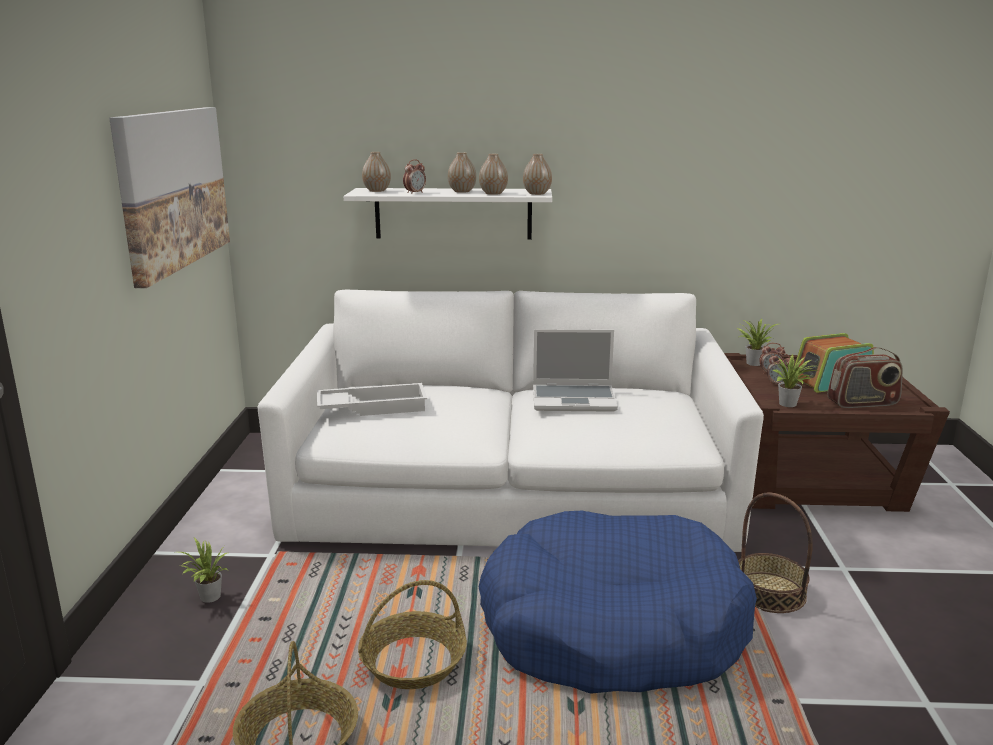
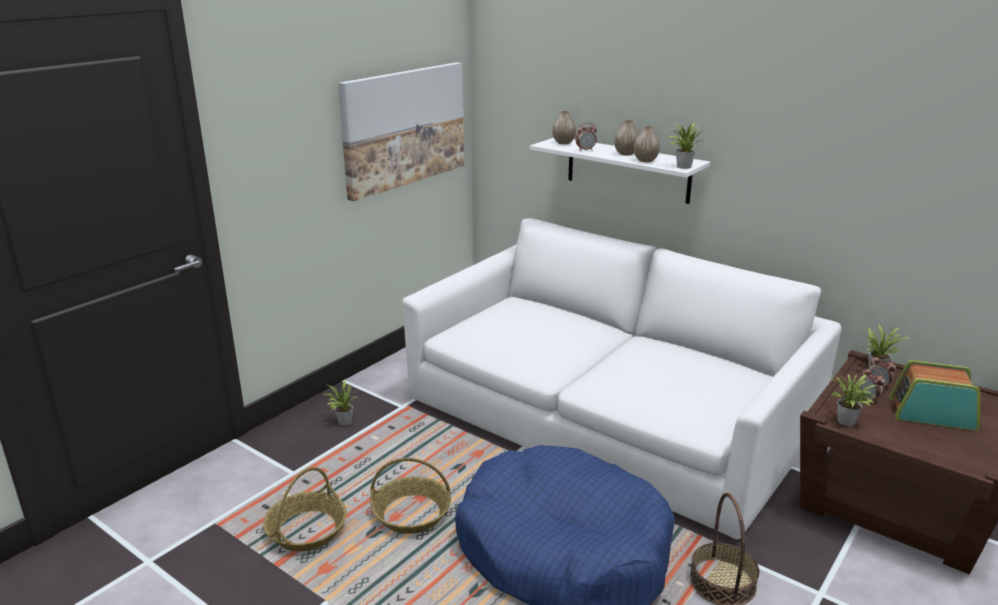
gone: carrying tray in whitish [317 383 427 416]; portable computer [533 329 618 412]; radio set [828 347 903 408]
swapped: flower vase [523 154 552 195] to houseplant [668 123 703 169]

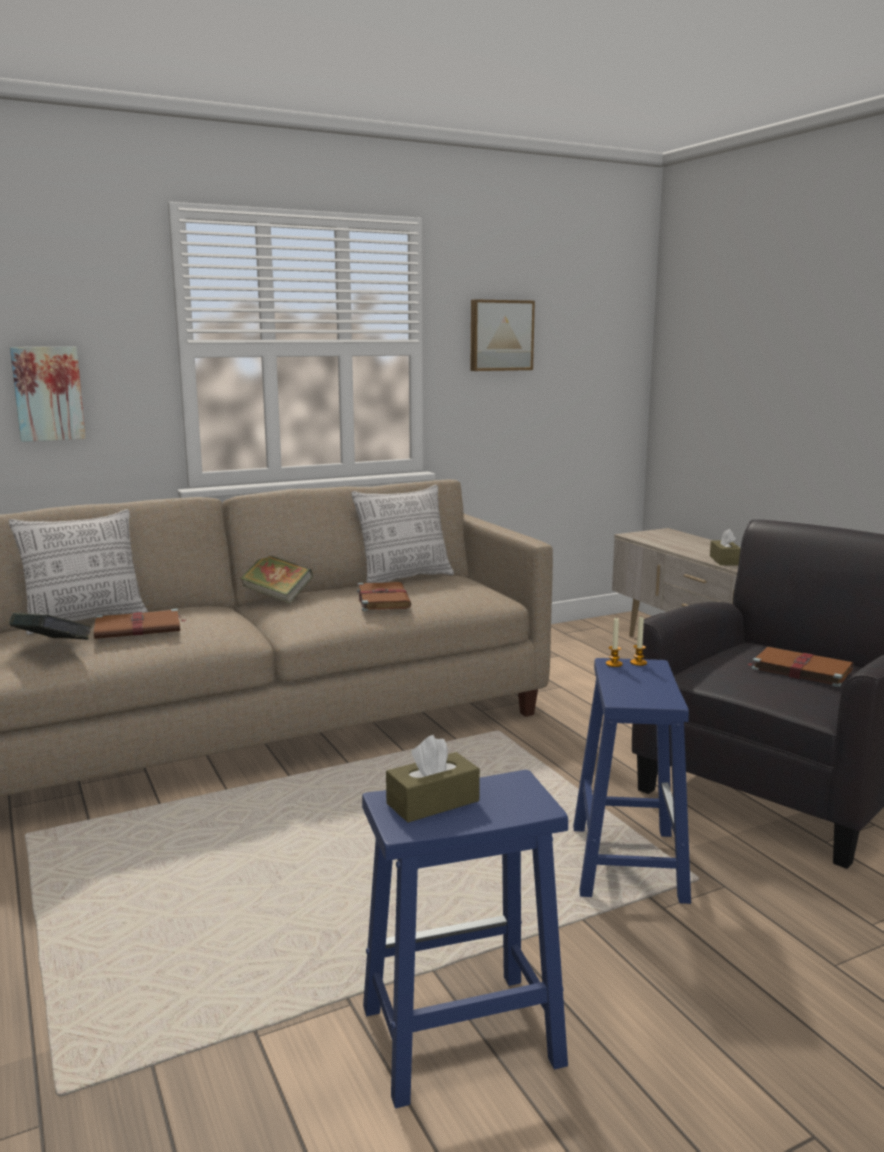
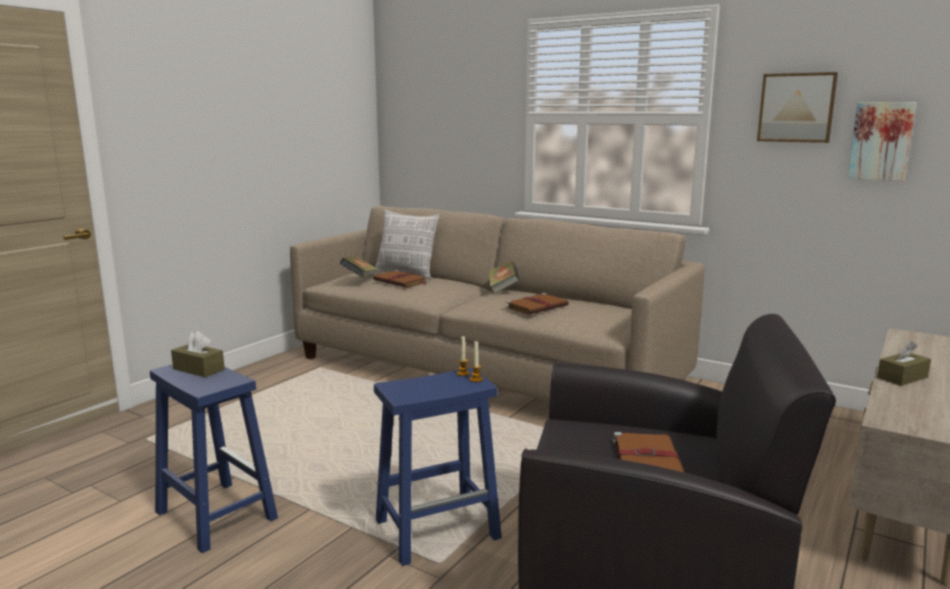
gone: throw pillow [351 485 454 583]
shifted: wall picture [10 347 86 442] to [847 102 916 181]

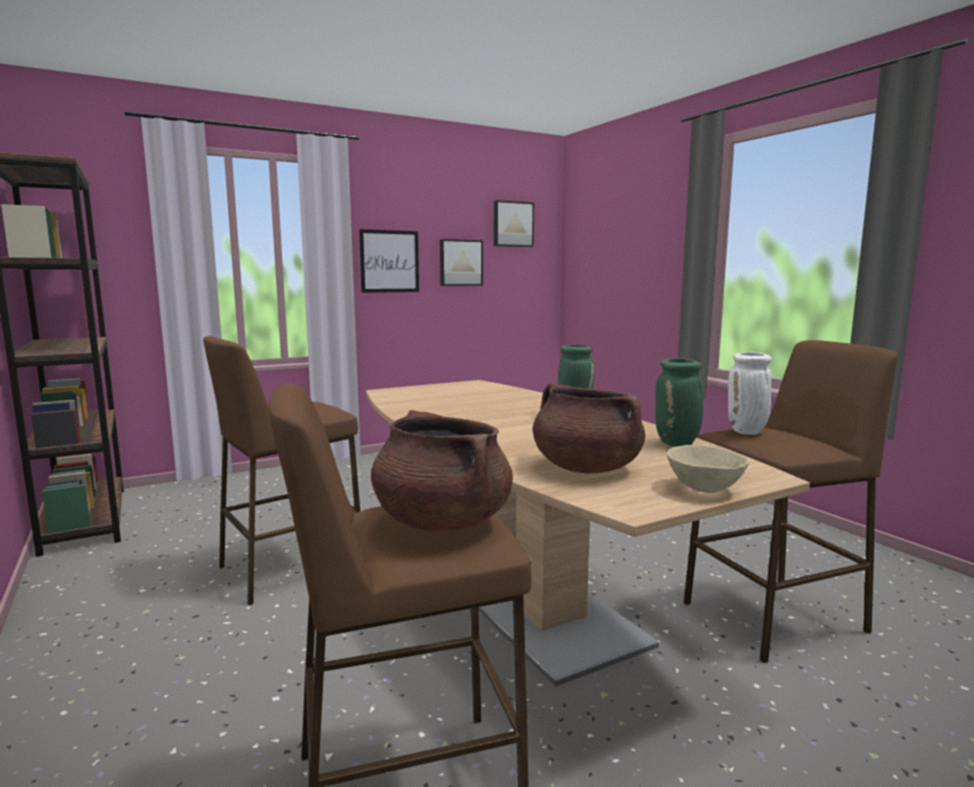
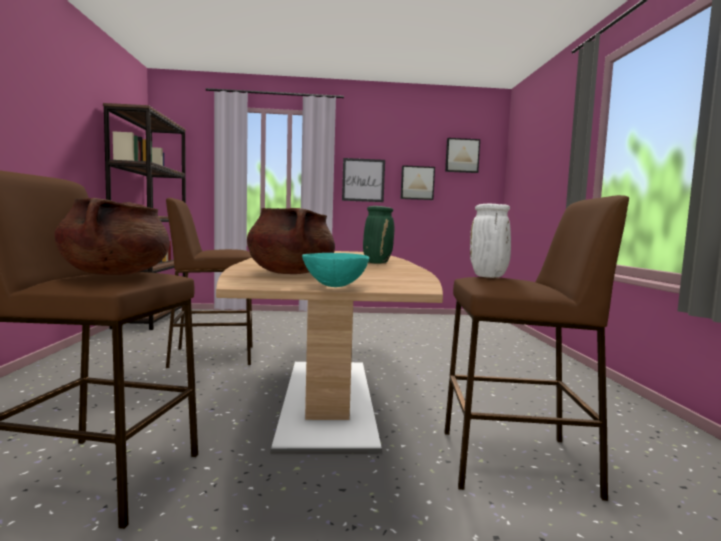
gone: flower vase in greenish [655 358 703 447]
repainted: serving bowl in beige-coloured [667 445 749 493] to serving bowl in turquoise-coloured [302 253 369 287]

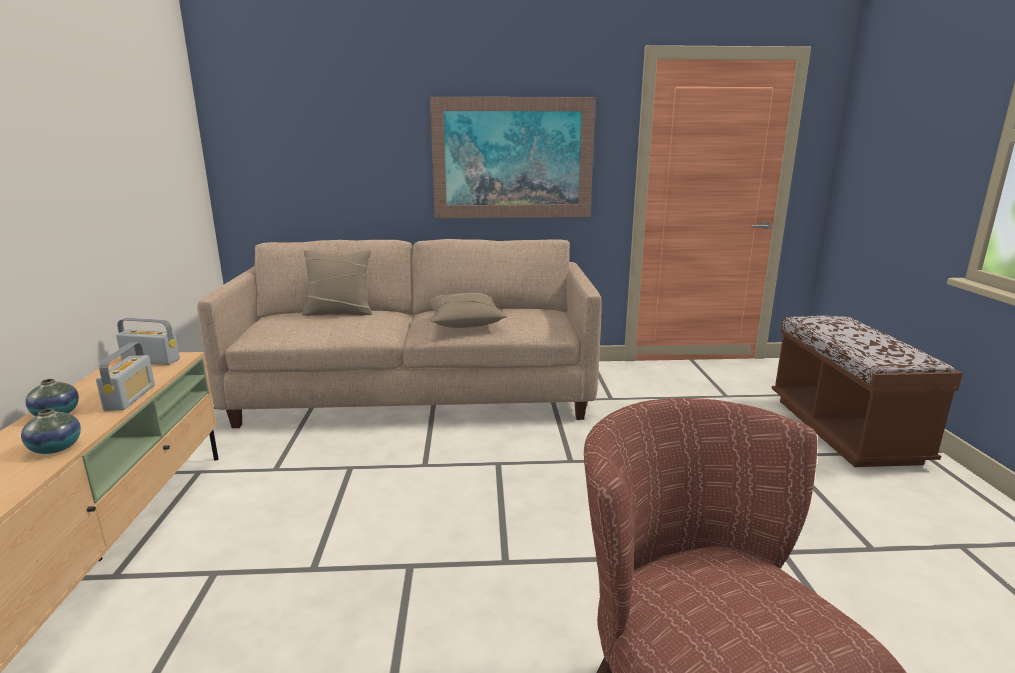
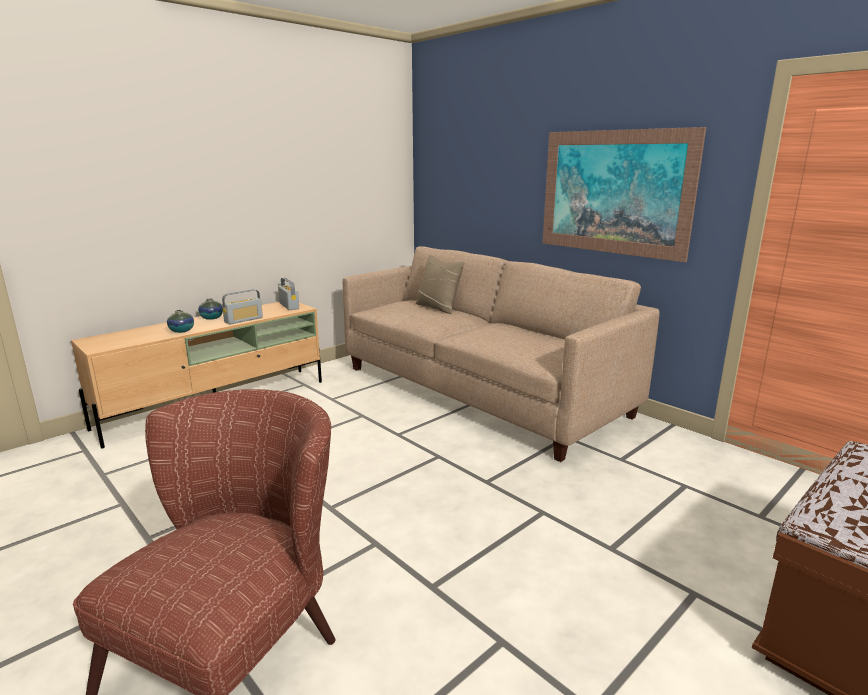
gone: throw pillow in beige-coloured [427 293 507 328]

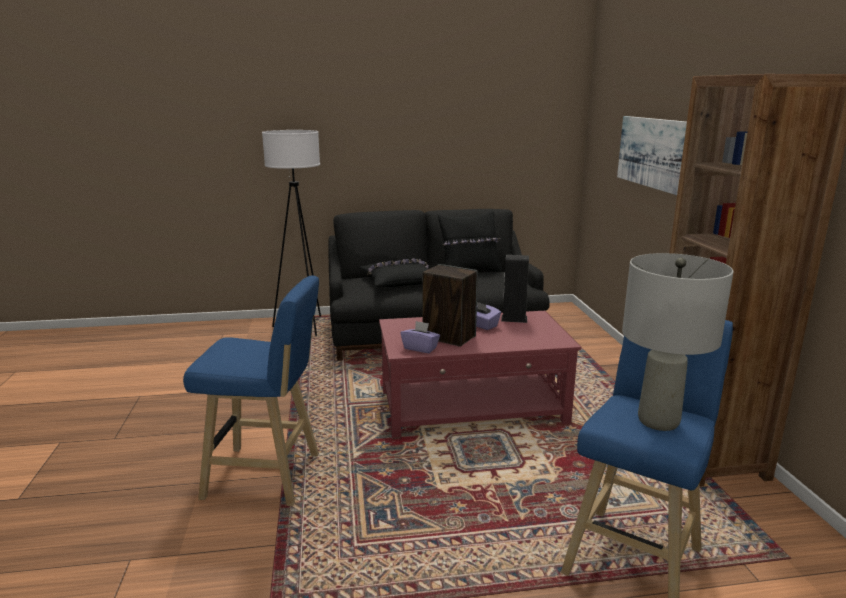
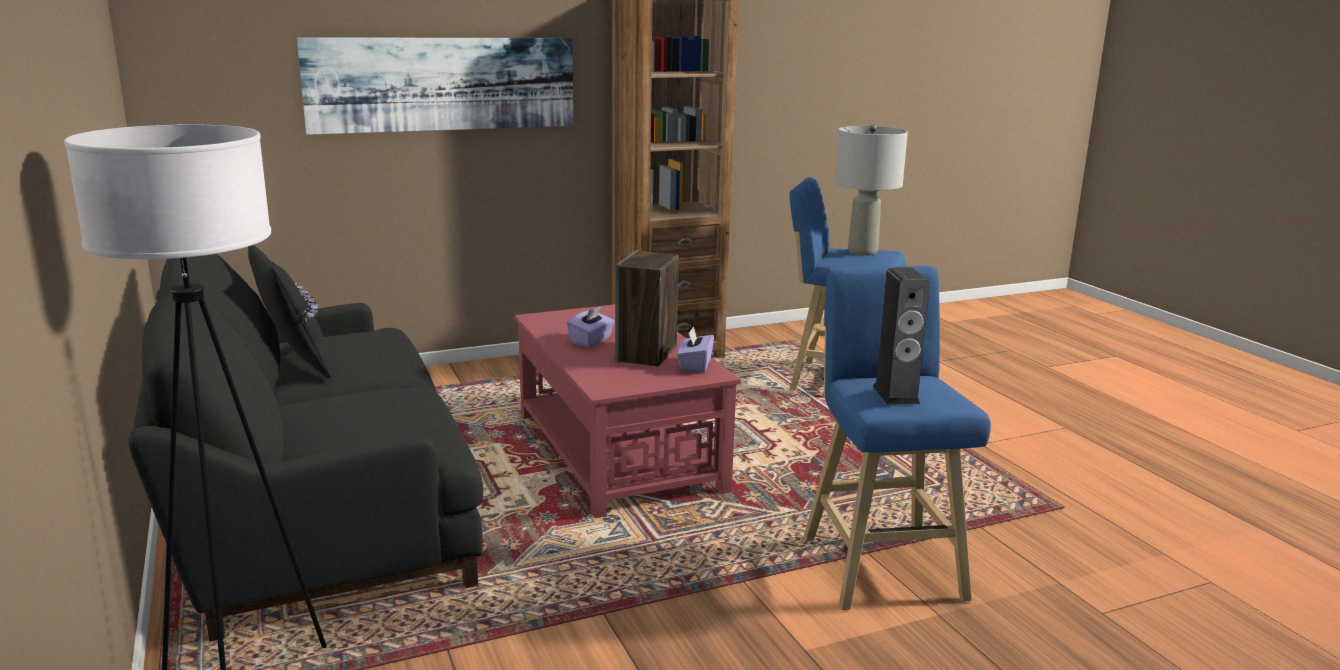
gone: throw pillow in black [360 259 429 287]
shifted: audio speaker [501 255 529 323] to [873 267 930 405]

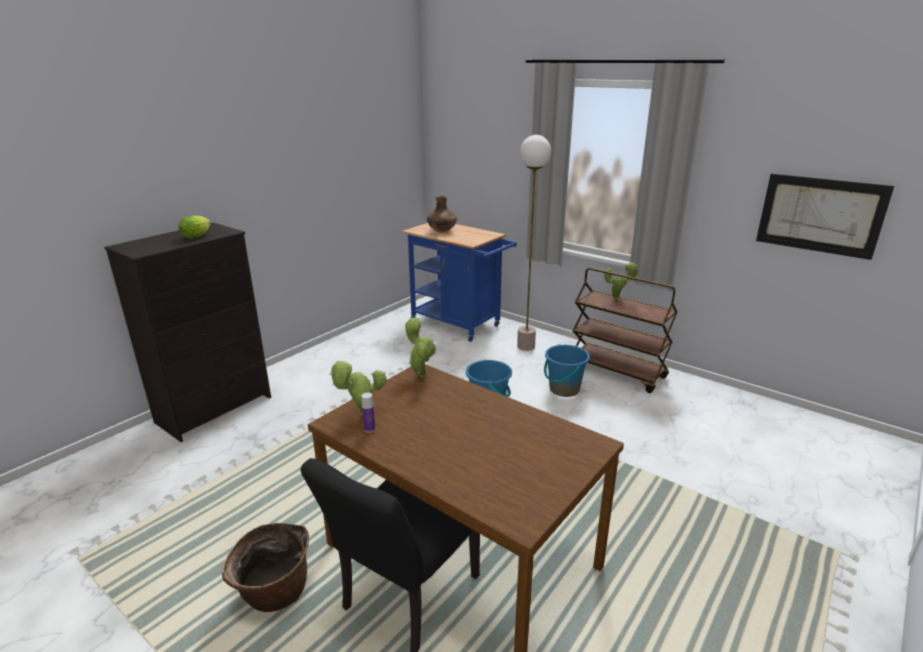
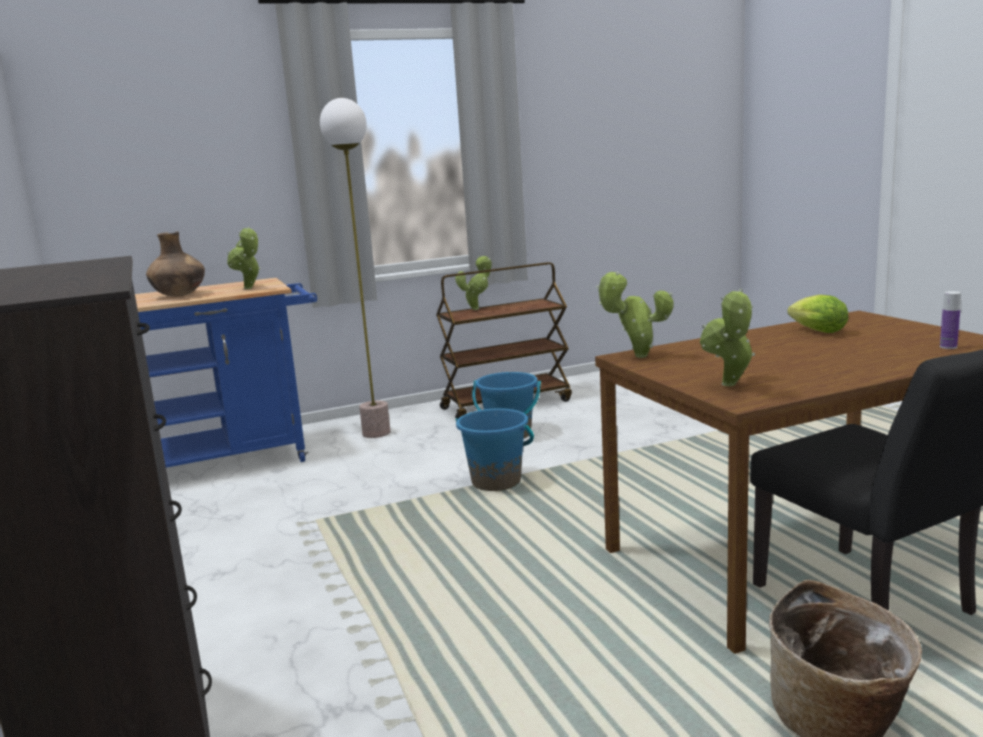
gone: wall picture [756 174 894 260]
new: houseplant [227 227 261 289]
shifted: lettuce [178 215 211 239] to [787 295 848 333]; drink bottle [361 393 375 433] to [940 291 961 349]

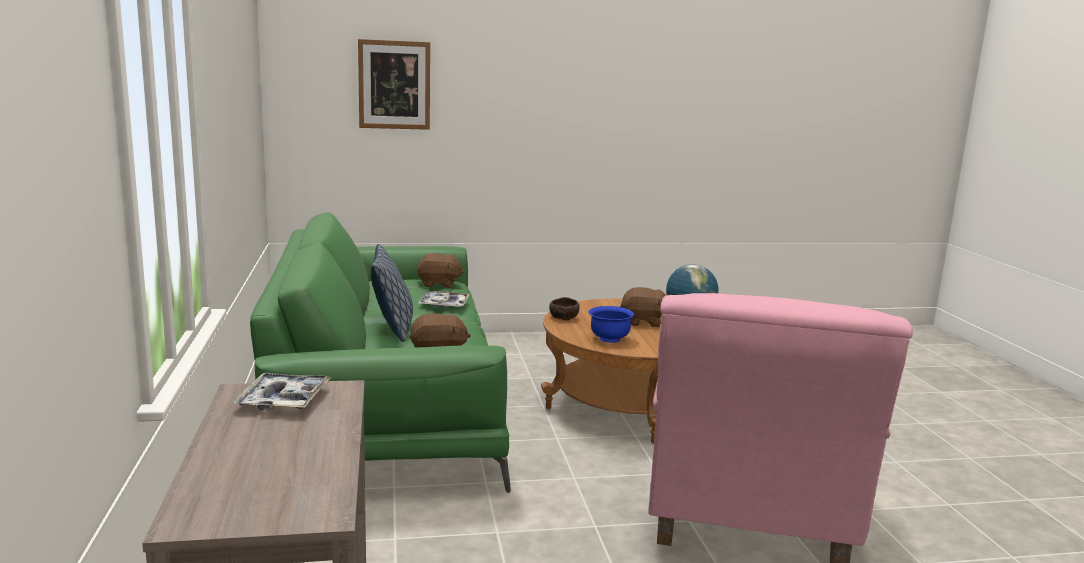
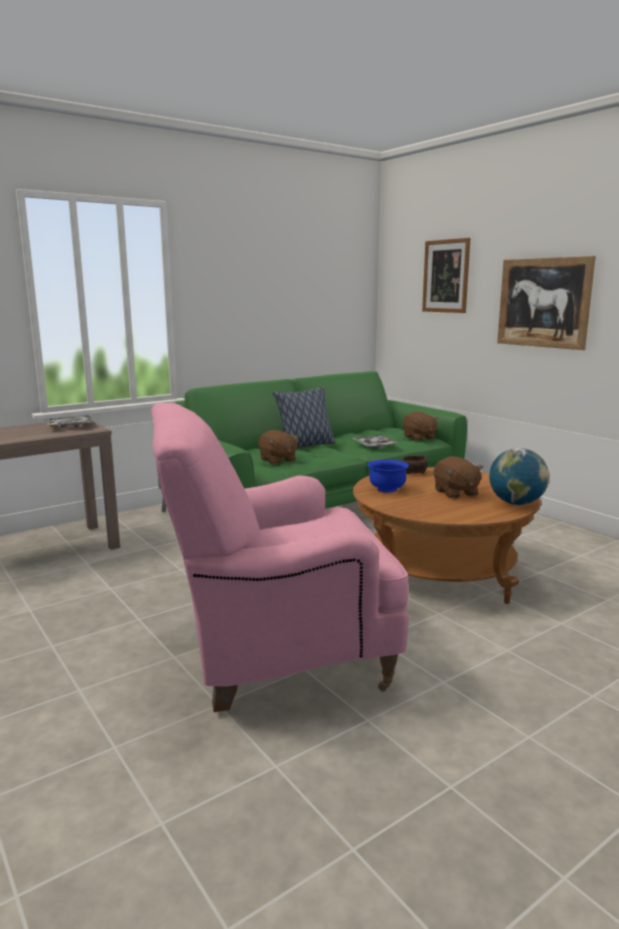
new: wall picture [497 256 596 350]

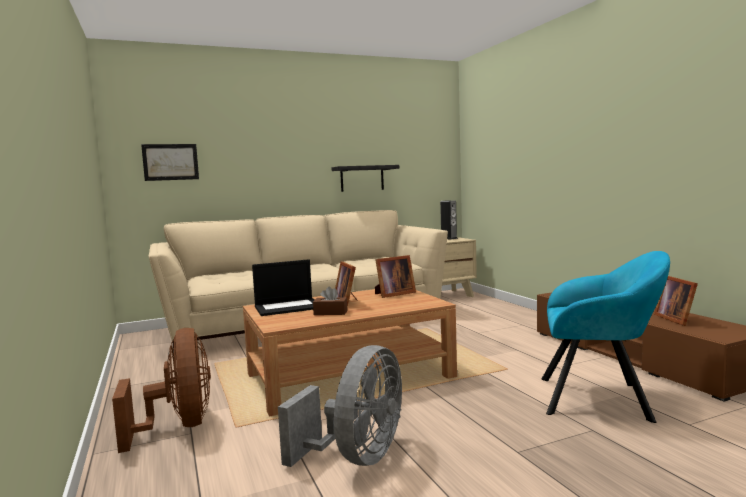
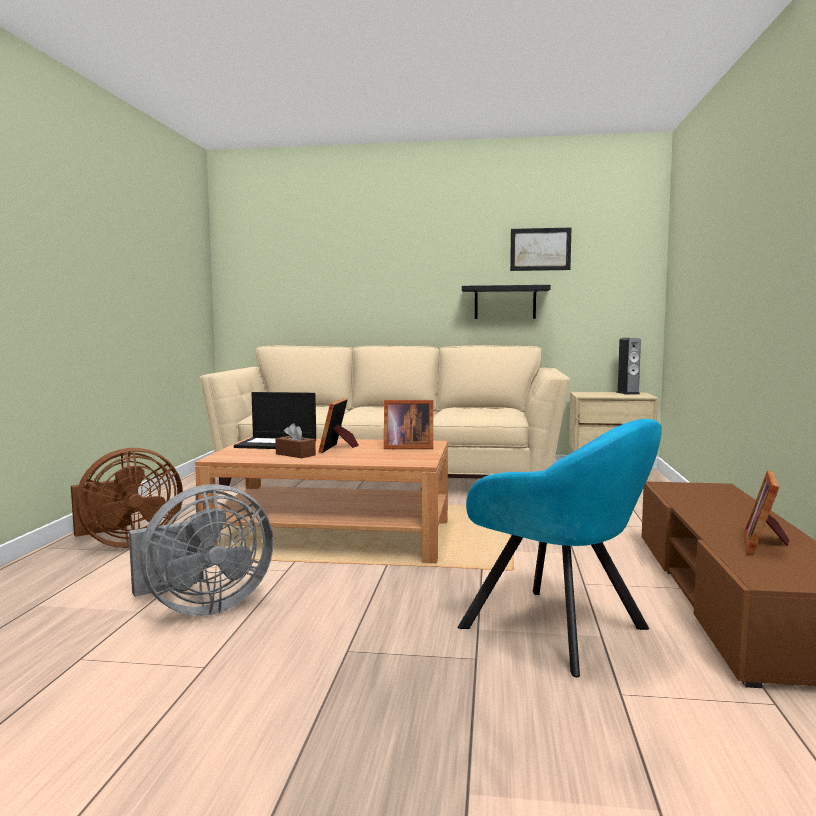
shifted: wall picture [141 144 199 181] to [510 228 571 271]
rotated: fan in brown [112 328 211 453] = [71 448 183 548] 45 degrees clockwise

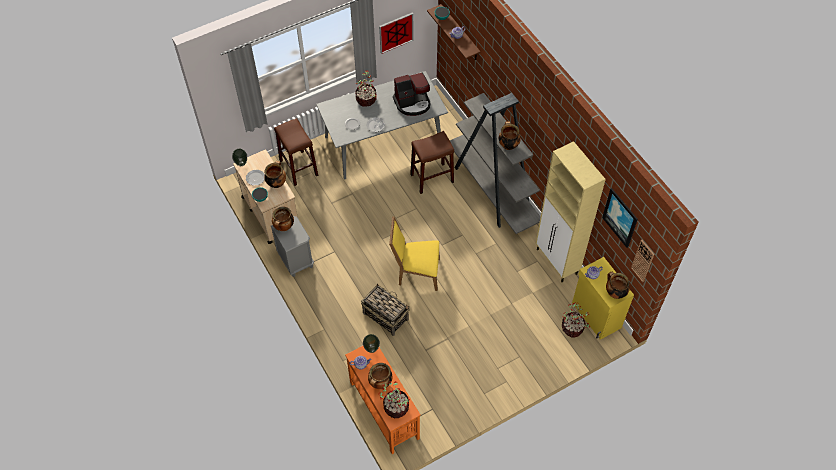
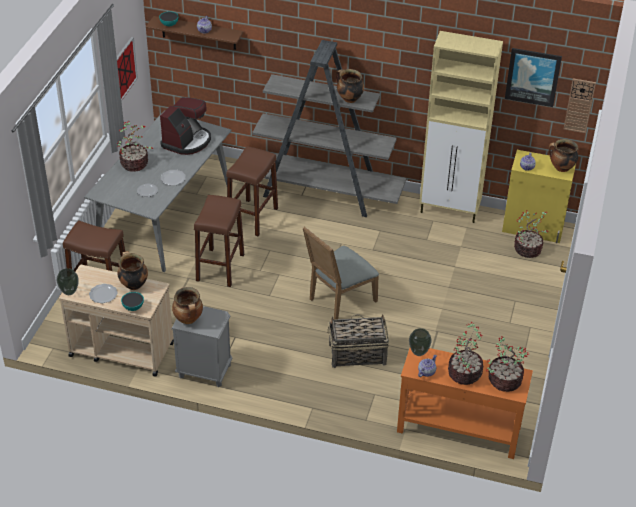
new: stool in brown [194 195 244 287]
swapped: saucepot [368 363 392 389] to houseplant [448 322 483 385]
repainted: upright chair in yellow-coloured [389 216 440 291] to upright chair in gray [303 227 379 320]

